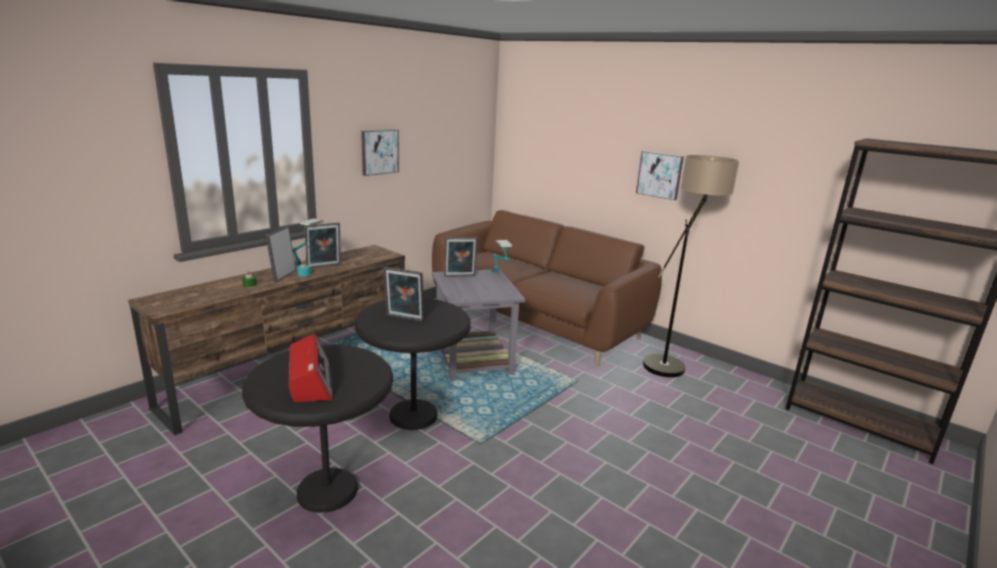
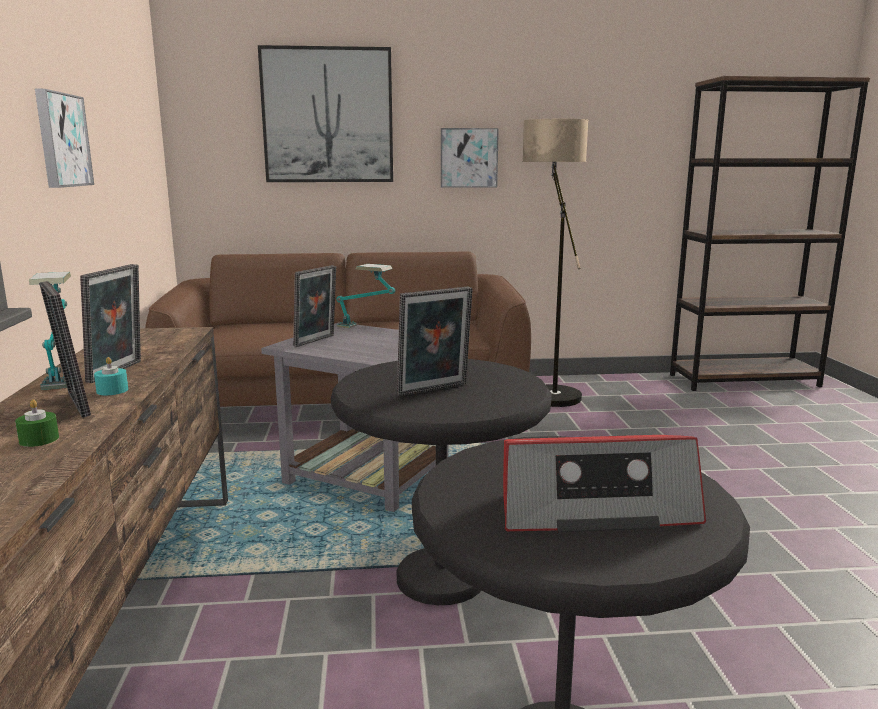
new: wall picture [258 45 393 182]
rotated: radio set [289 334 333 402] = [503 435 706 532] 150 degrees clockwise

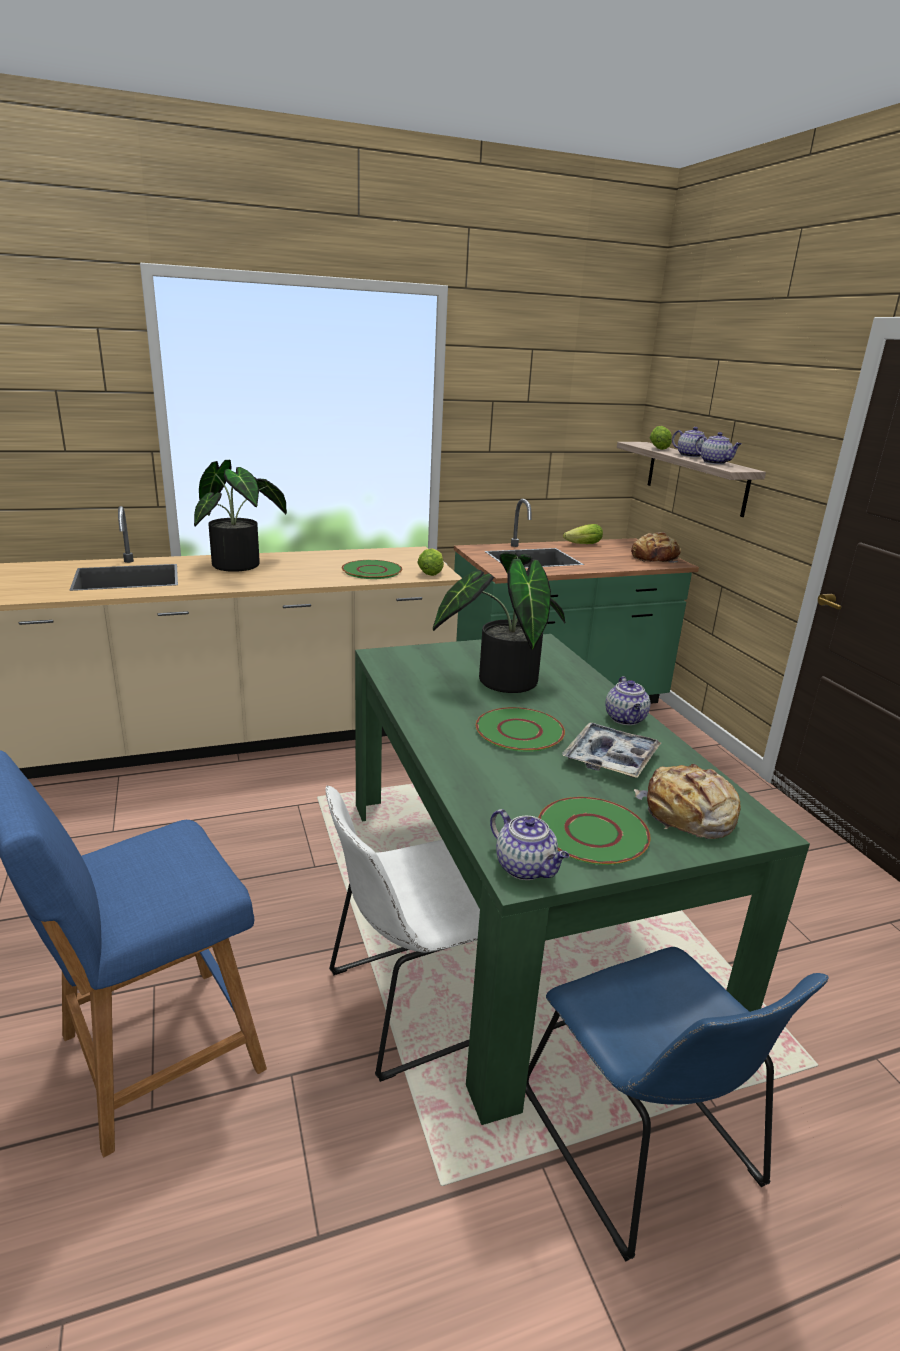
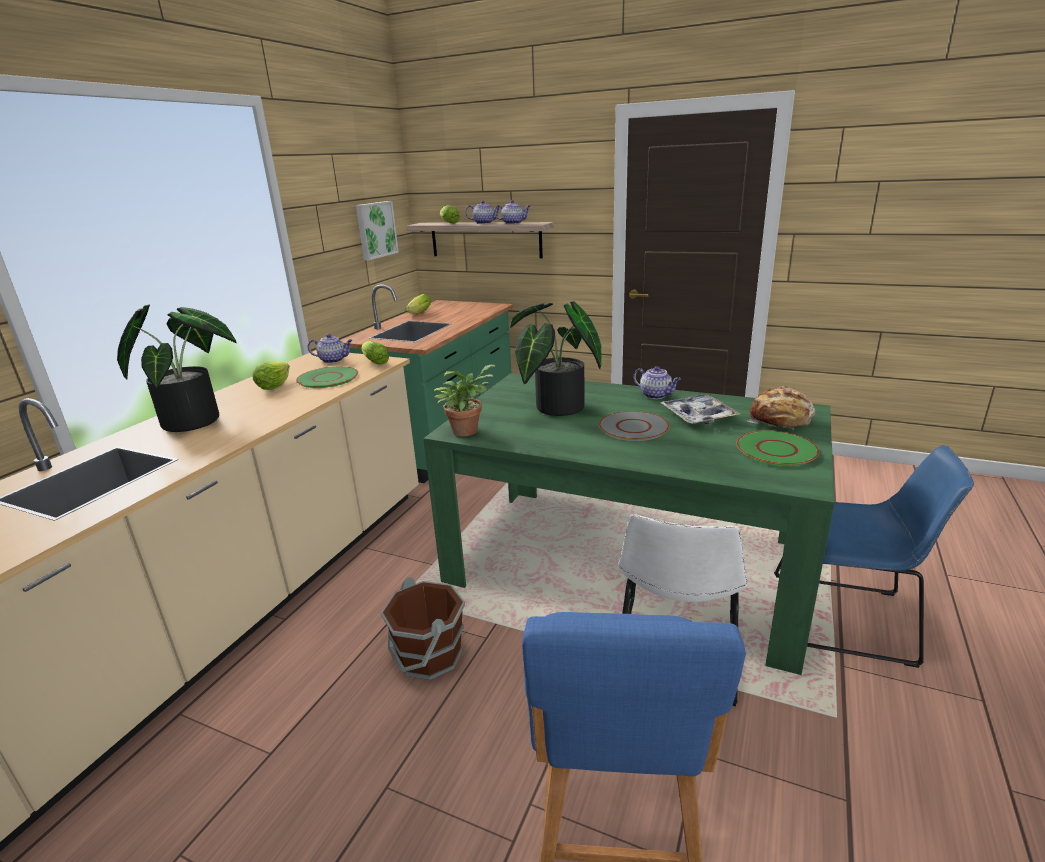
gone: bakery bread [631 532 681 563]
new: lettuce [252 361 290 390]; wall picture [356 201 399 260]; water bucket in brown [381 577 465 680]; houseplant [434 364 497 437]
shifted: teapot [490 809 569 880] to [307 334 353 363]
repainted: plate in greenish [476 707 565 752] to plate in gray [599 411 670 441]

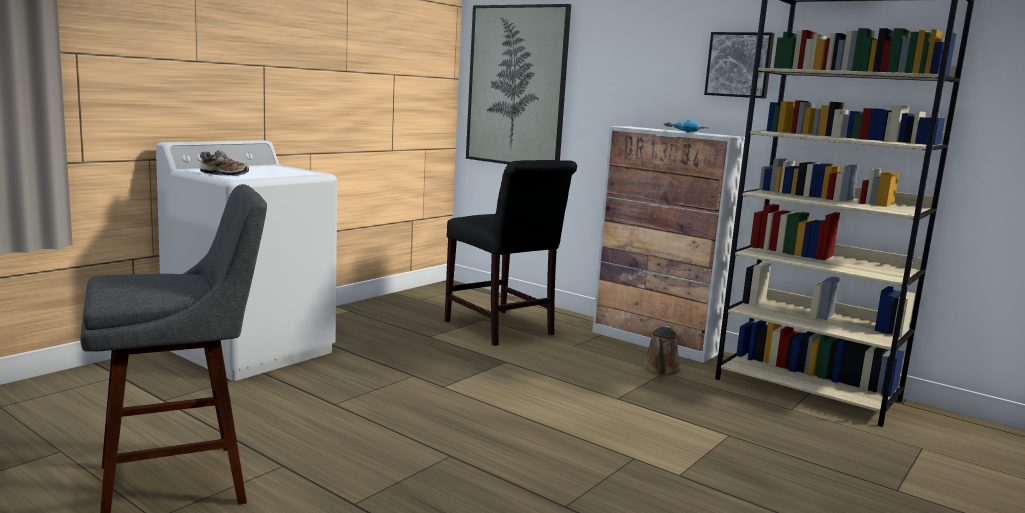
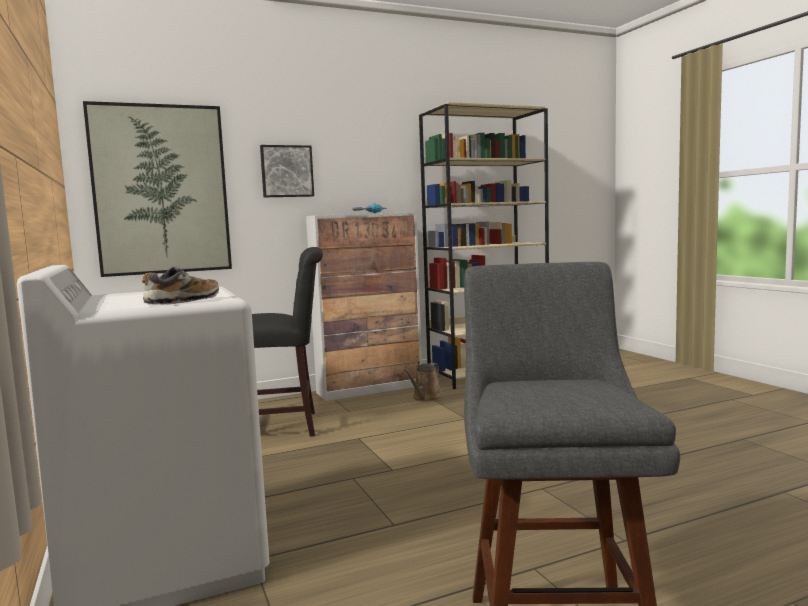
shifted: wall picture [704 32 775 99] to [260 145 314 197]
rotated: watering pot in brown [643 326 681 376] = [404 363 443 402] 75 degrees clockwise

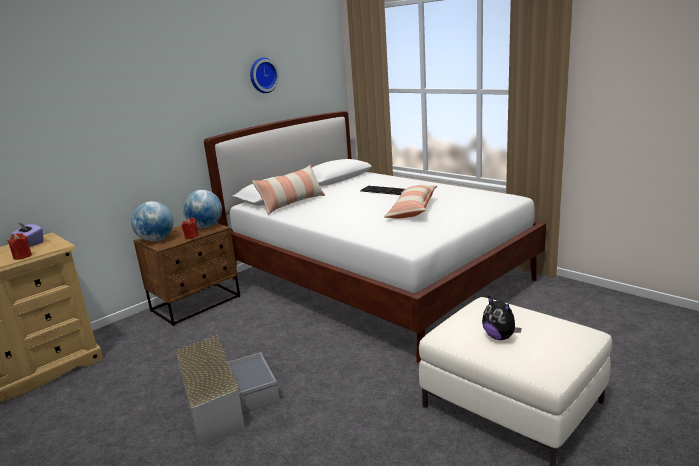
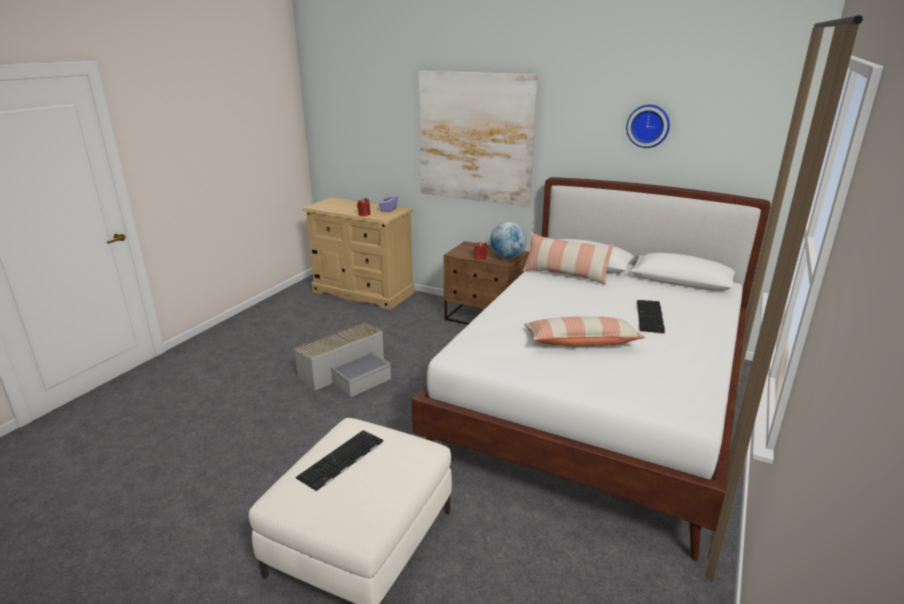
gone: desk globe [131 201 174 241]
new: wall picture [419 71 538 207]
swapped: cuddly toy [482 295 522 340] to PC keyboard [296 430 383 492]

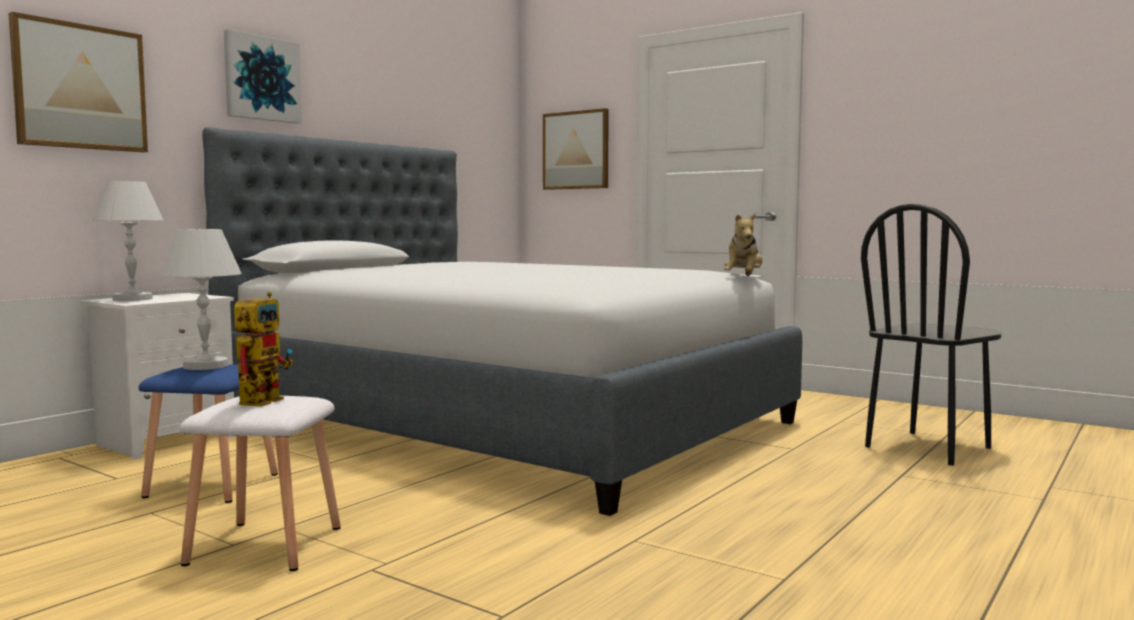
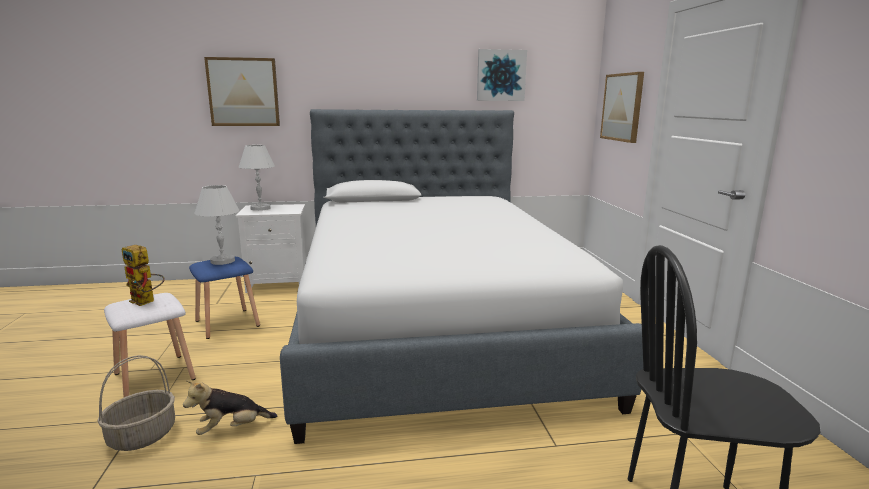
new: household basket [97 355 175 451]
shifted: cuddly toy [724 213 763 276] to [183 380 277 435]; wall picture [224 29 302 124] to [477 49 527 101]
rotated: model robot [234 292 293 406] = [122 245 165 306] 60 degrees clockwise

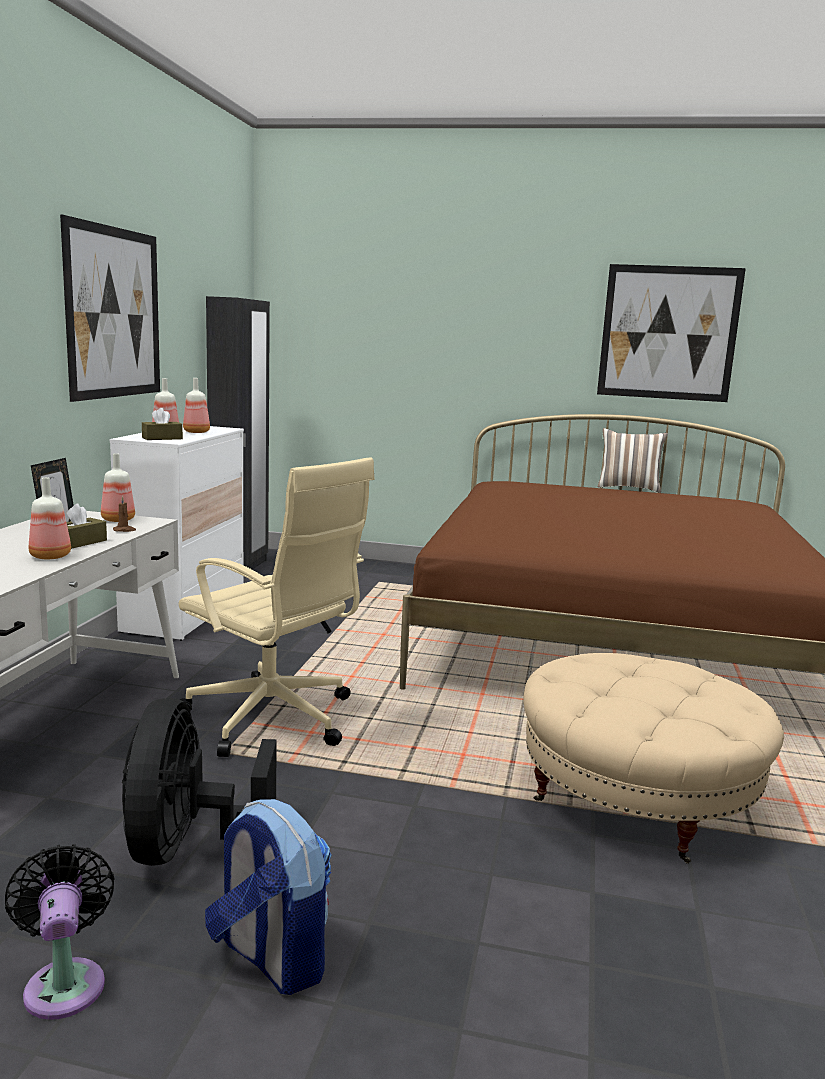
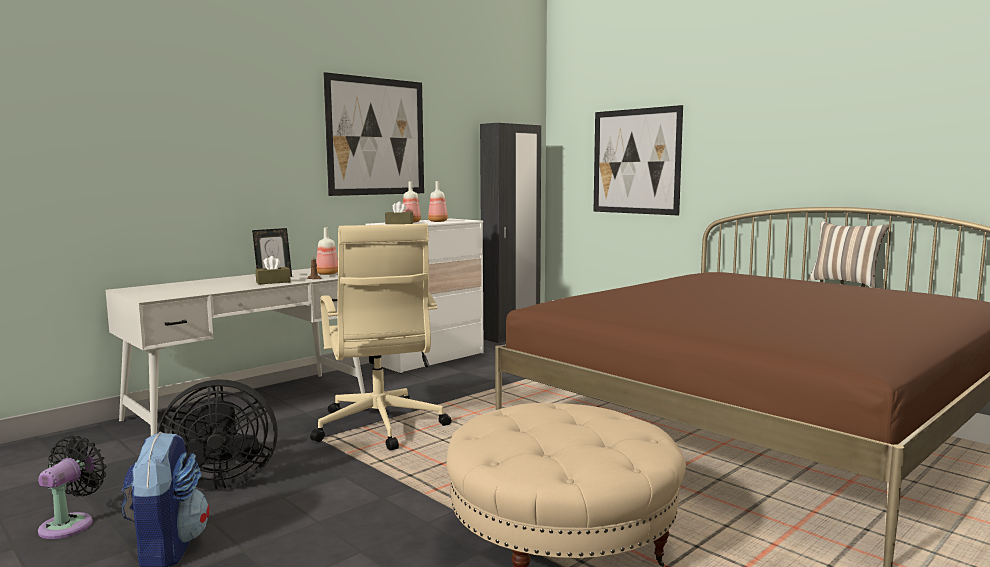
gone: drink bottle [29 477 71 559]
shifted: wall picture [597 264 746 402] to [593 105 683 215]
rotated: fan in black [122 698 277 866] = [158 380 278 490] 135 degrees counterclockwise

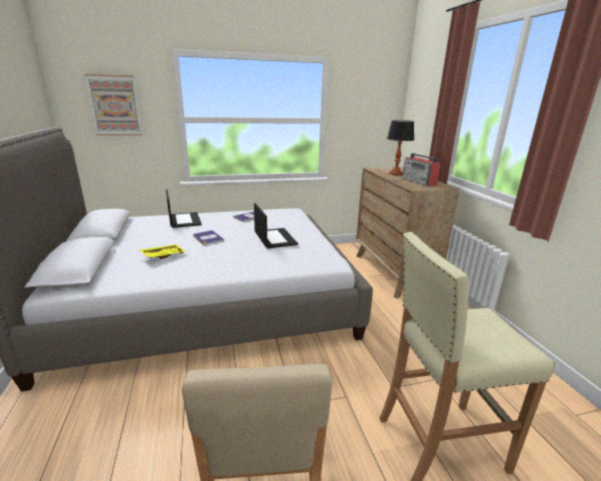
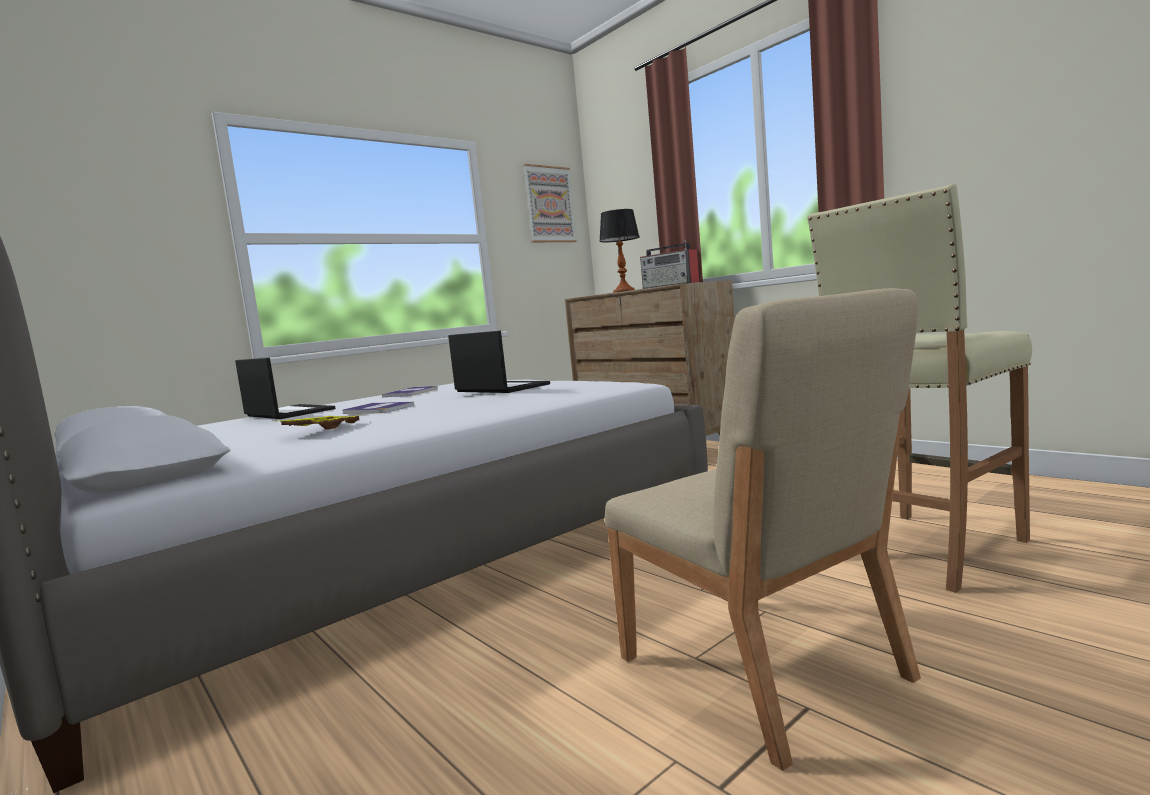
shifted: wall picture [85 74 142 136] to [523 164 577 242]

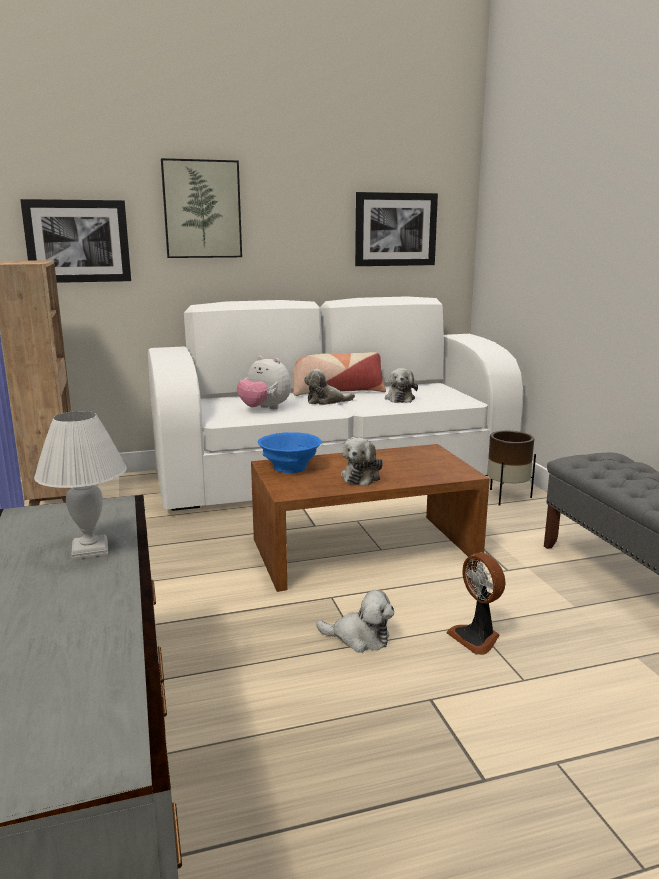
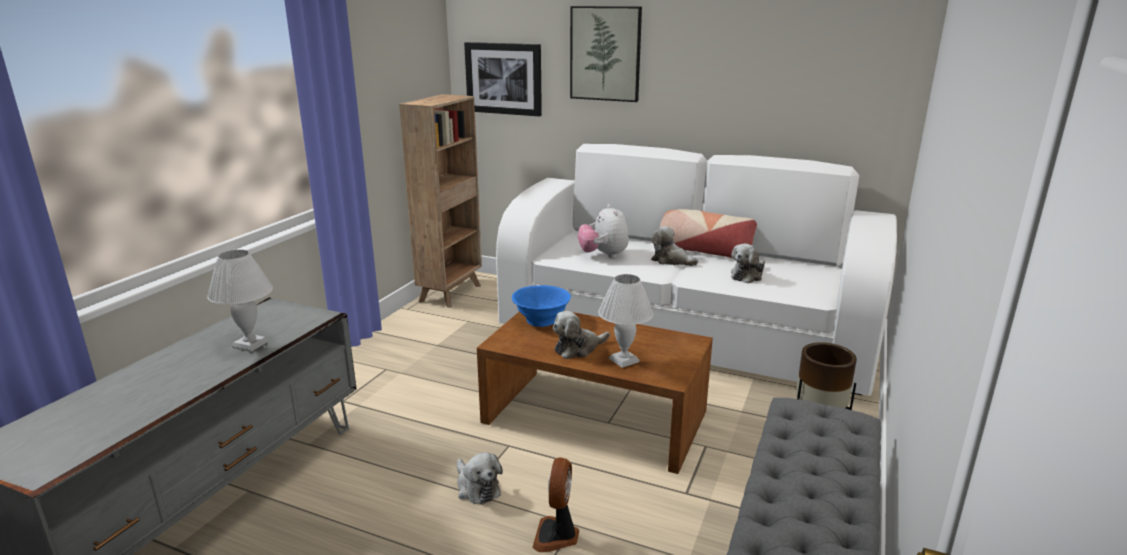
gone: wall picture [355 192 438 266]
new: table lamp in whitish [598 274 654 368]

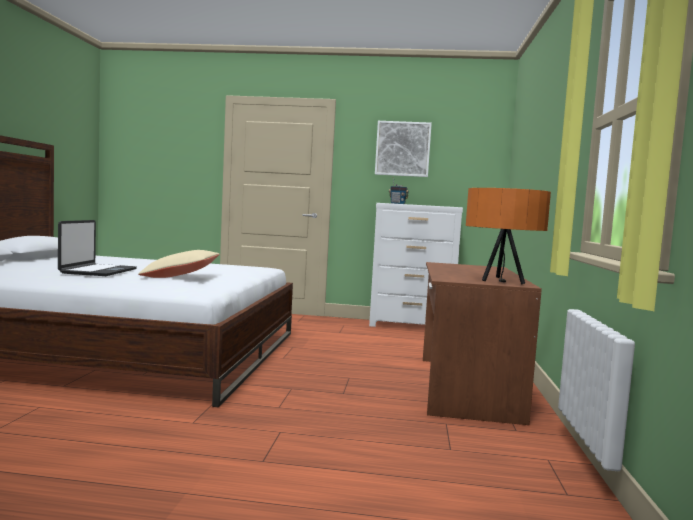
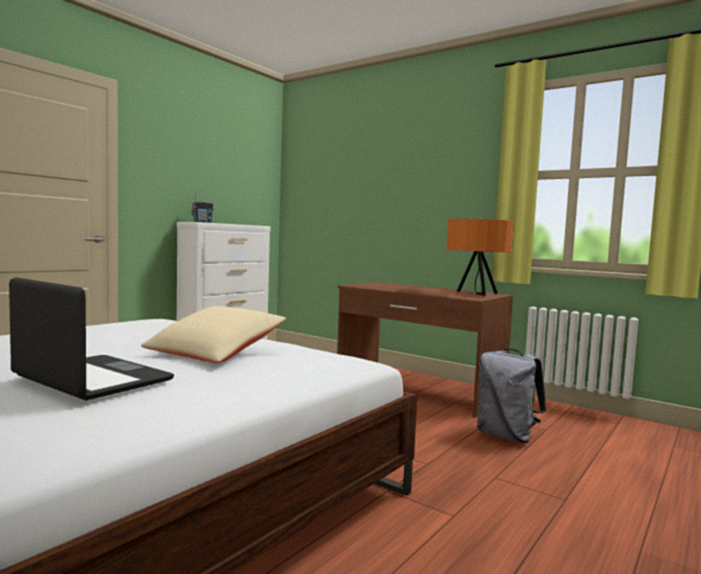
gone: wall picture [375 121 432 177]
new: backpack in gray [477 348 546 443]

